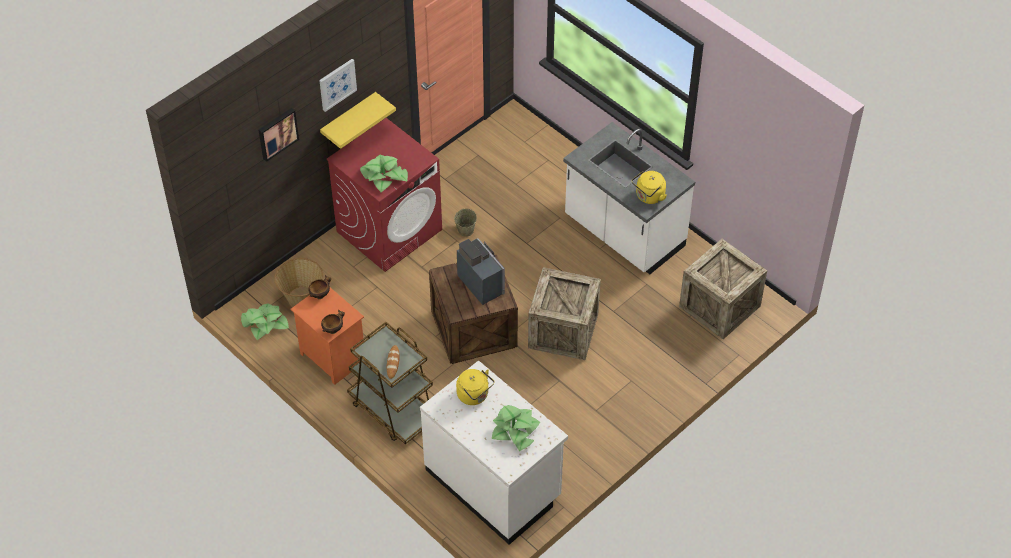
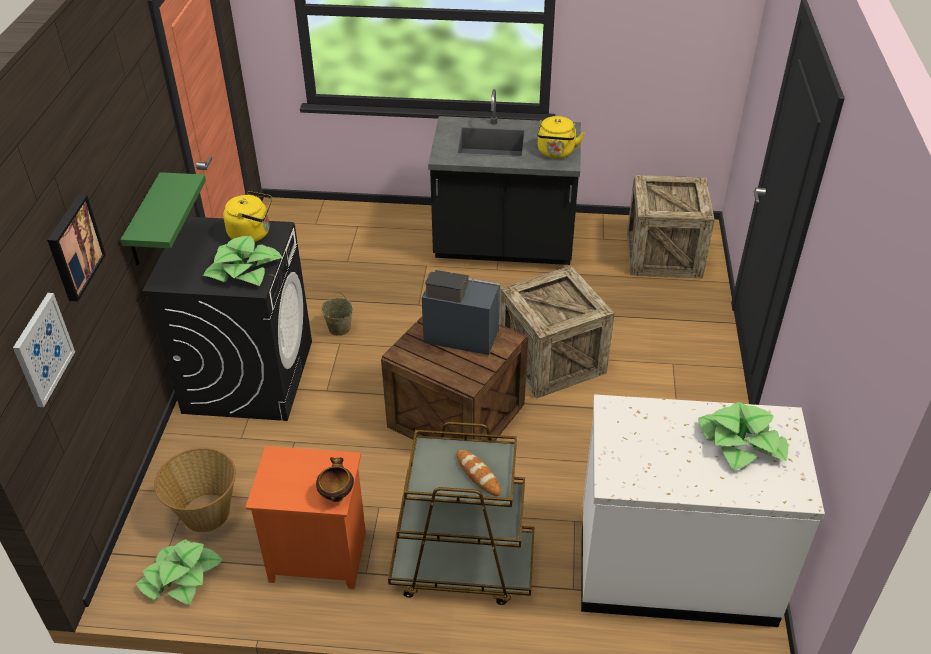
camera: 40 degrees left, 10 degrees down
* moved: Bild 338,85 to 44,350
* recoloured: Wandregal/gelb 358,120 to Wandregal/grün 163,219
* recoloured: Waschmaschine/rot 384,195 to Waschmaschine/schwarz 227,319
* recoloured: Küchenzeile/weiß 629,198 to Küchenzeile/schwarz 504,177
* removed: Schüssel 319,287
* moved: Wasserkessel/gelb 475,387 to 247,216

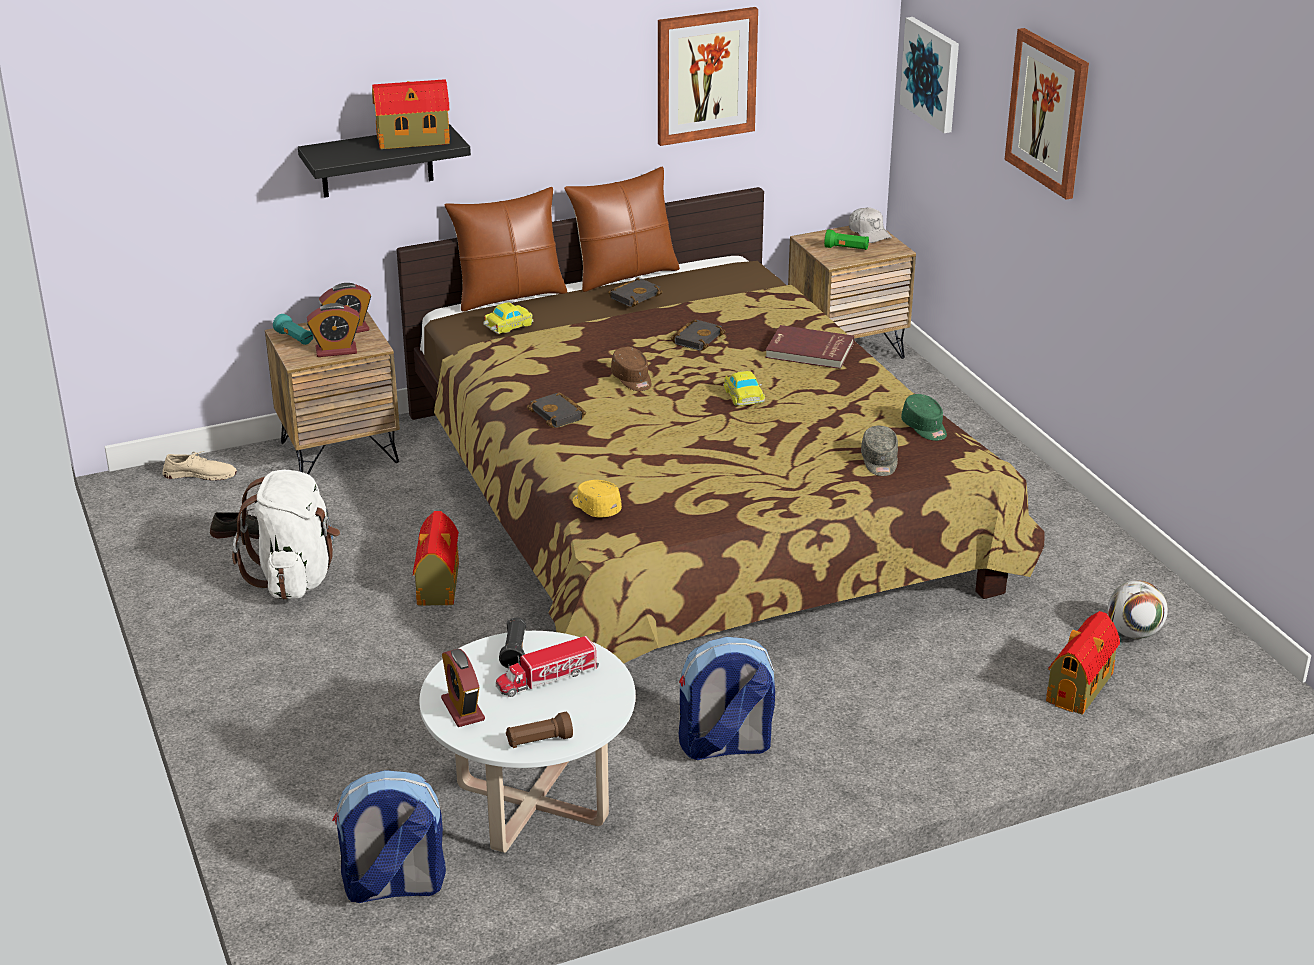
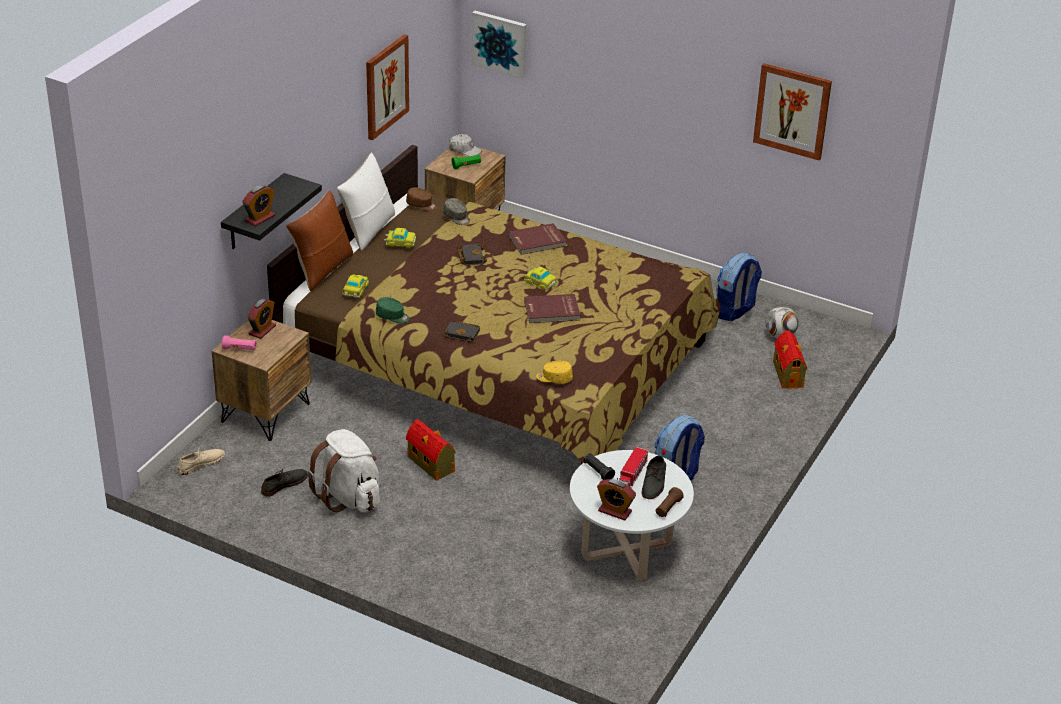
camera: 40 degrees left, 5 degrees up
* moved: Bild 1046,113 to 792,111
* removed: Spielzeughaus 411,114
* recoloured: Kissen/braun 622,229 to Kissen/weiß 366,202
* replaced: Buch/schwarz 635,292 to Spielzeugauto 400,238
* moved: Wecker 333,330 to 258,206
* recoloured: Taschenlampe/türkis 293,329 to Taschenlampe/rosa 239,343
* moved: Kappe/braun 631,369 to 421,199
* moved: Kappe/grün 924,417 to 393,310
* moved: Kappe/grau 879,450 to 456,211
* moved: Rucksack 389,836 to 739,287
* added: Buch/rot 552,308
* added: Schuh/grau 654,477

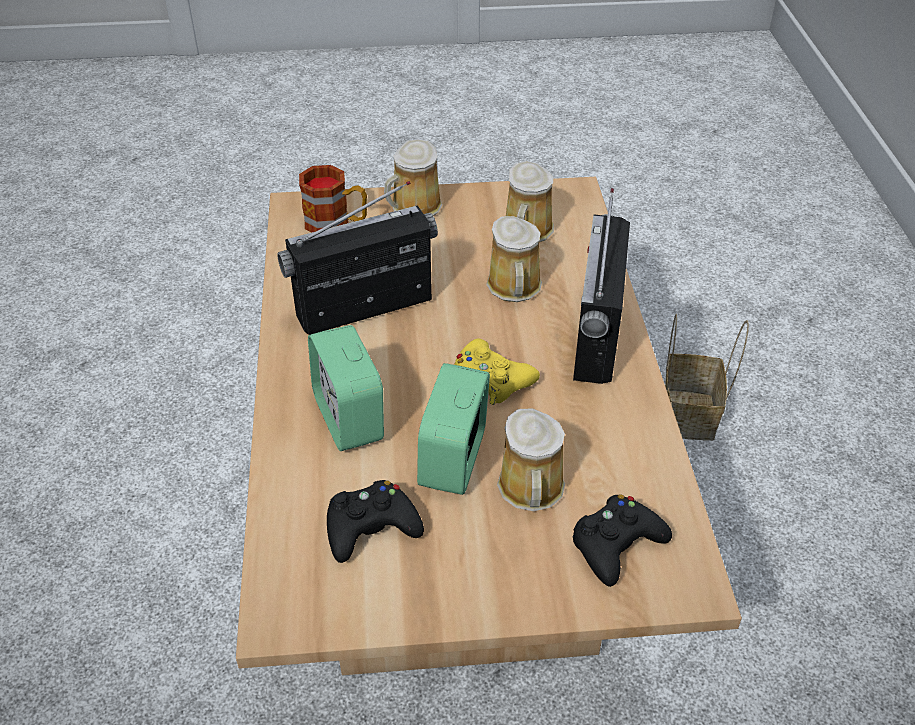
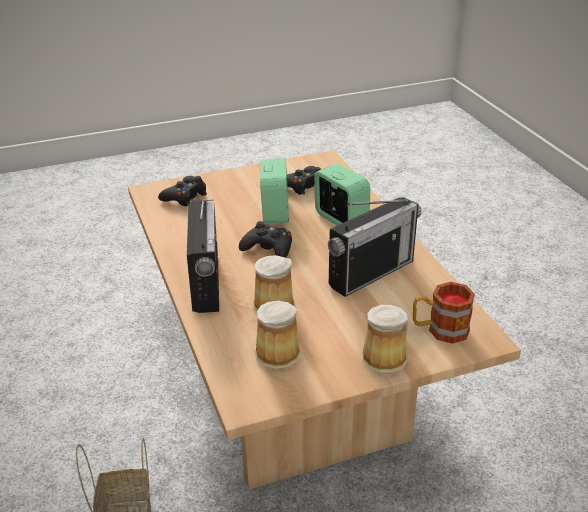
camera: 165 degrees right, 10 degrees down
* recoloured: Gamepad/gelb 497,371 to Gamepad/schwarz 265,239
* removed: Henkelbecher 531,459

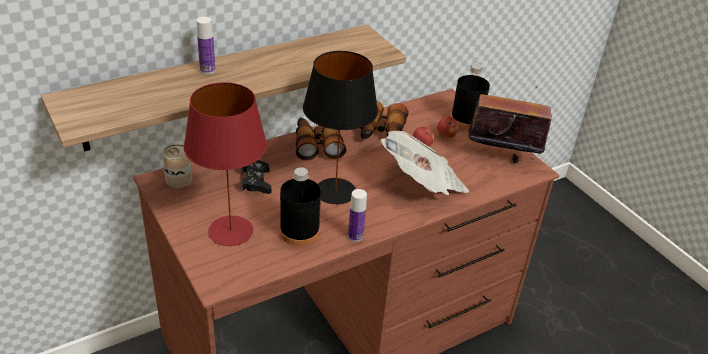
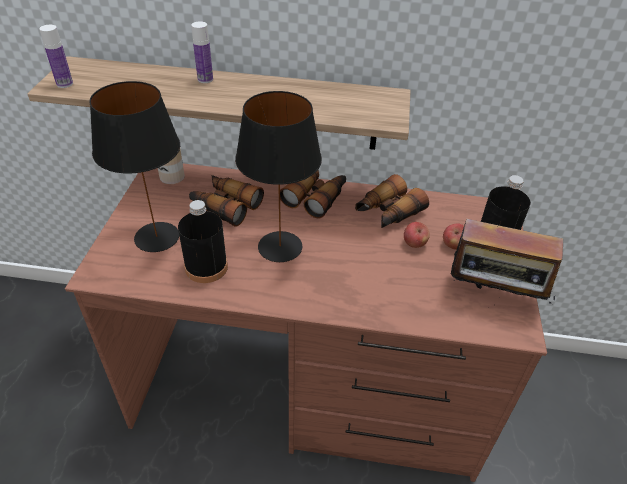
camera: 40 degrees right, 5 degrees up
* recoloured: Tischlampe/rot 225,164 to Tischlampe/schwarz 134,166
* turned: Radio 511,125 = 507,261 150 degrees clockwise
* removed: Zeitung 425,163
* replaced: Gamepad/schwarz 256,177 to Fernglas 226,201
* moved: Flasche 357,215 to 56,56

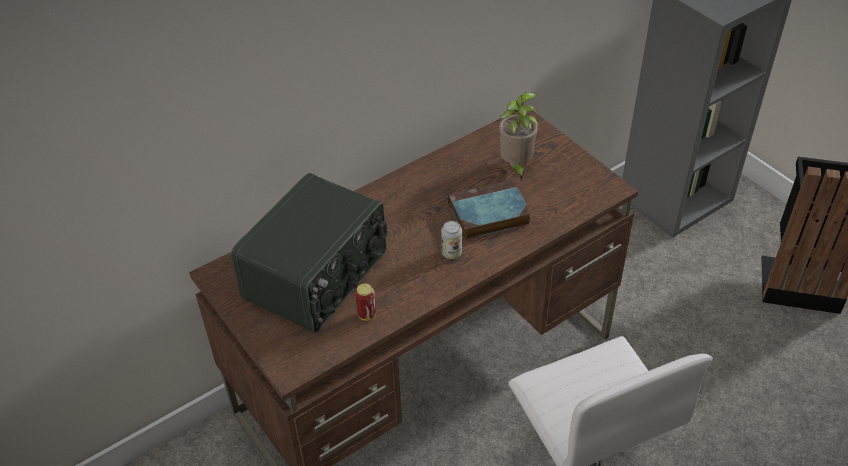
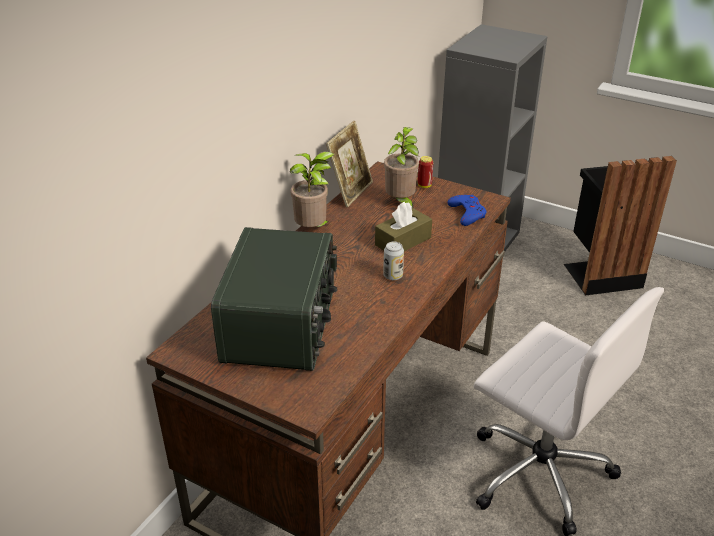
camera: 25 degrees left, 10 degrees down
* replaced: Buch 490,210 to Taschentuchbox/braun 403,226
* moved: Dose 365,302 to 425,172
* added: Bilderrahmen 349,164
* added: Topfpflanze 312,189
* added: Gamepad/blau 467,210

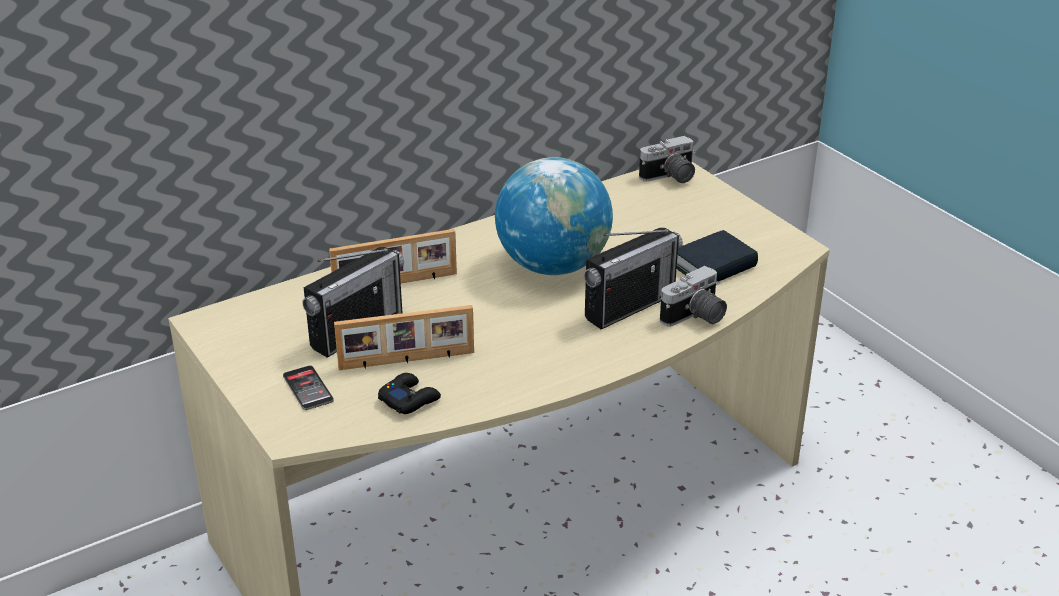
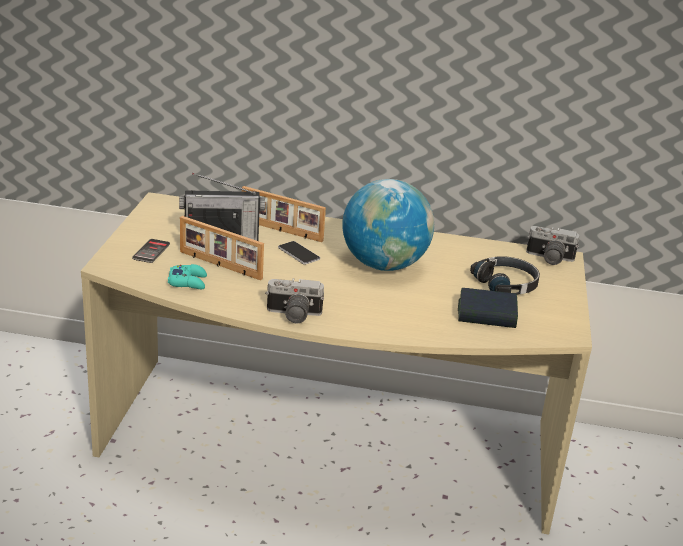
camera: 40 degrees right, 5 degrees down
* removed: Radio 633,278
* moved: Kamera 693,296 to 294,300
* recoloured: Gamepad/schwarz 409,393 to Gamepad/türkis 187,276
* added: Handy 299,253
* added: Kopfhörer/schwarz 505,275

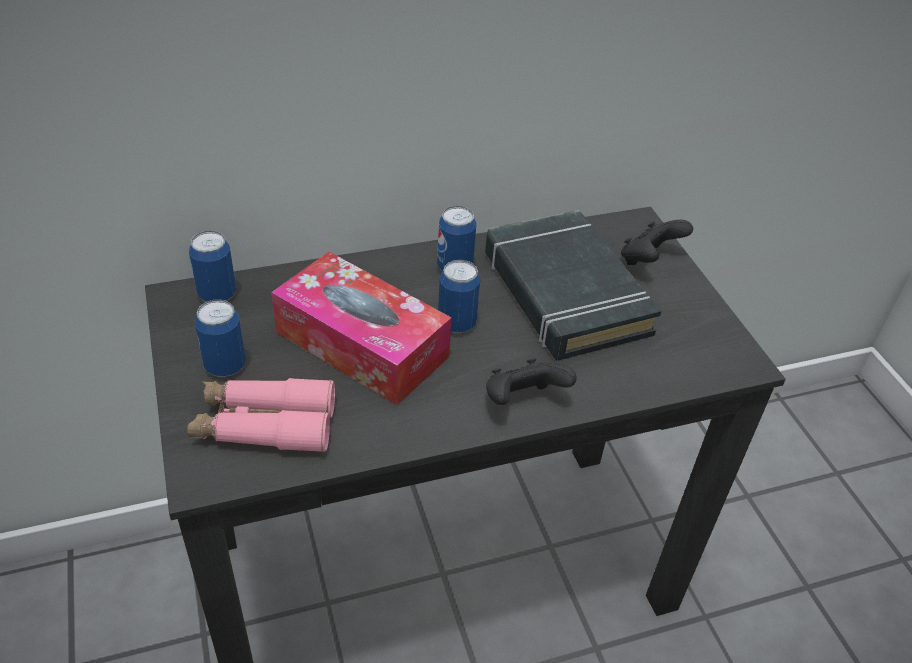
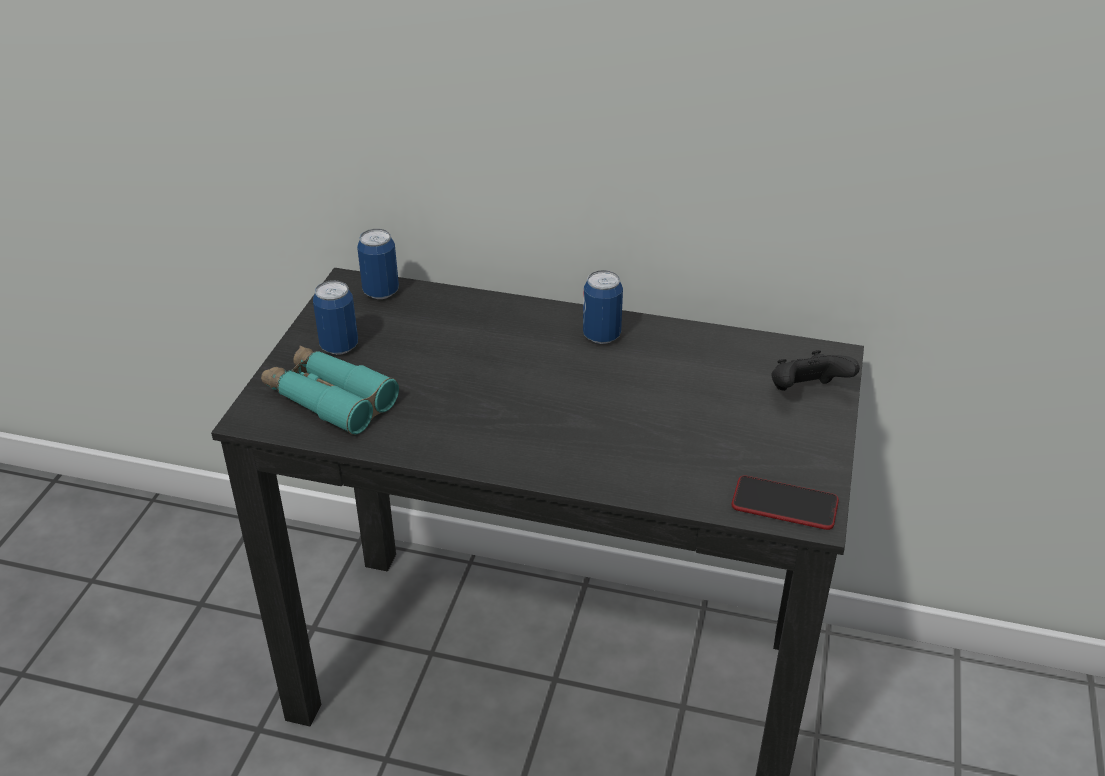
camera: 35 degrees right, 5 degrees down
* removed: Buch/schwarz 573,285
* removed: Taschentuchbox 361,328
* removed: Dose 459,296
* removed: Gamepad/schwarz 531,381
* recoloured: Fernglas/rosa 261,415 to Fernglas/türkis 330,390
* added: Handy 785,502

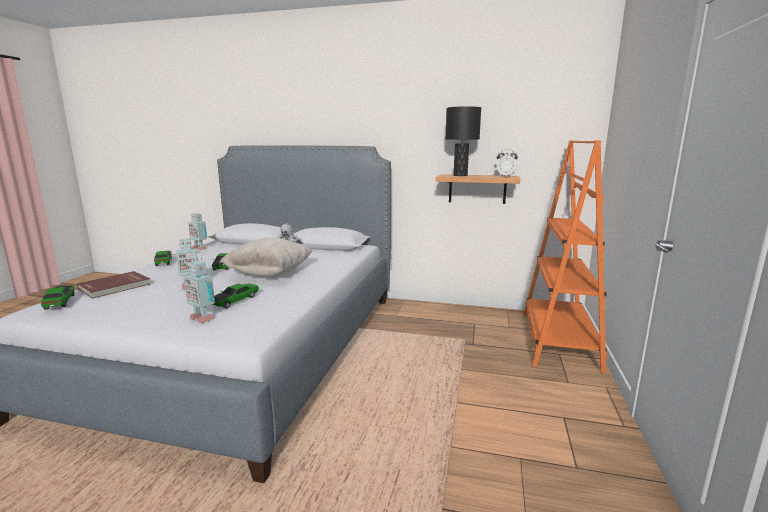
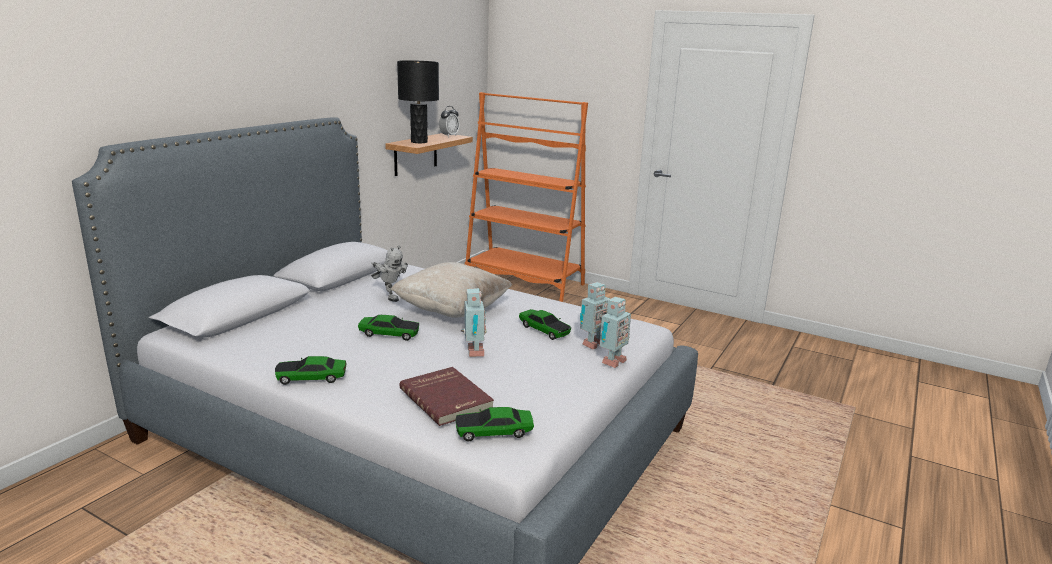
camera: 75 degrees left, 5 degrees up
* moved: Spielzeugroboter 197,231 to 615,332

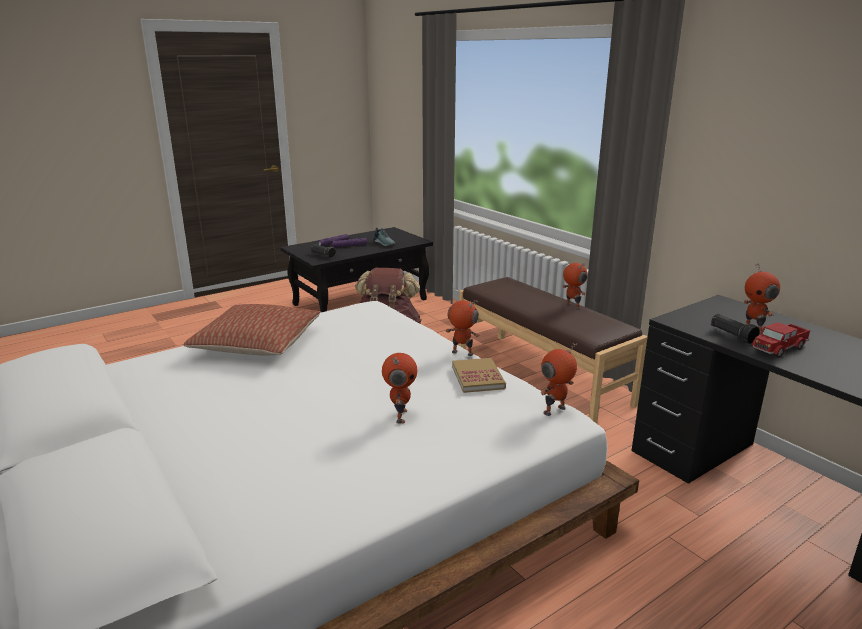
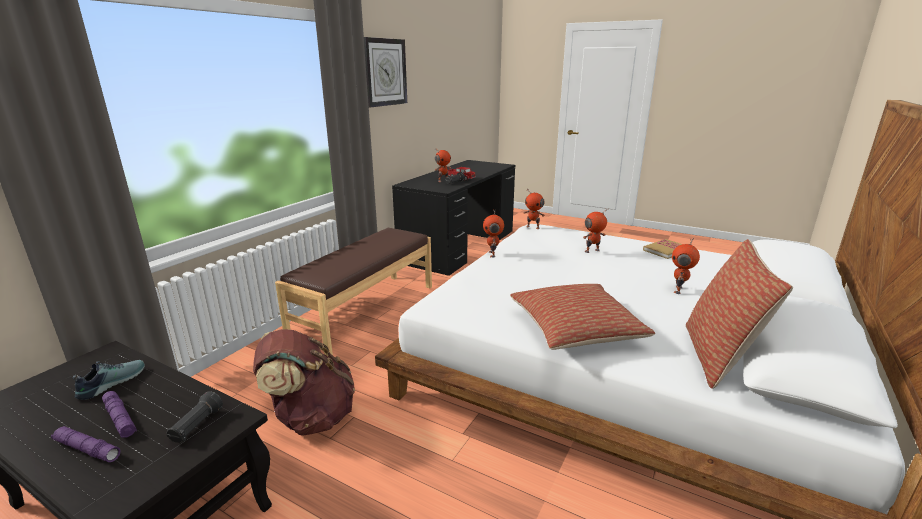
camera: 115 degrees left, 0 degrees up
* moved: Spielzeugroboter 574,286 to 686,266
* moved: Buch 479,375 to 662,249
* added: Wanduhr 385,72
* added: Kissen 739,314

